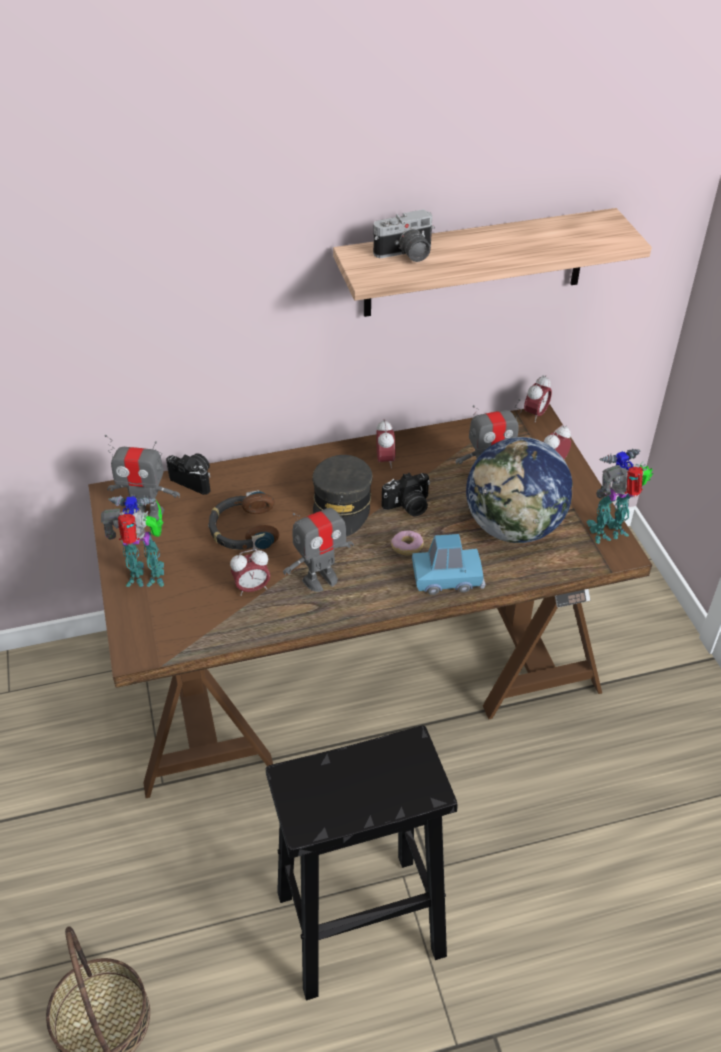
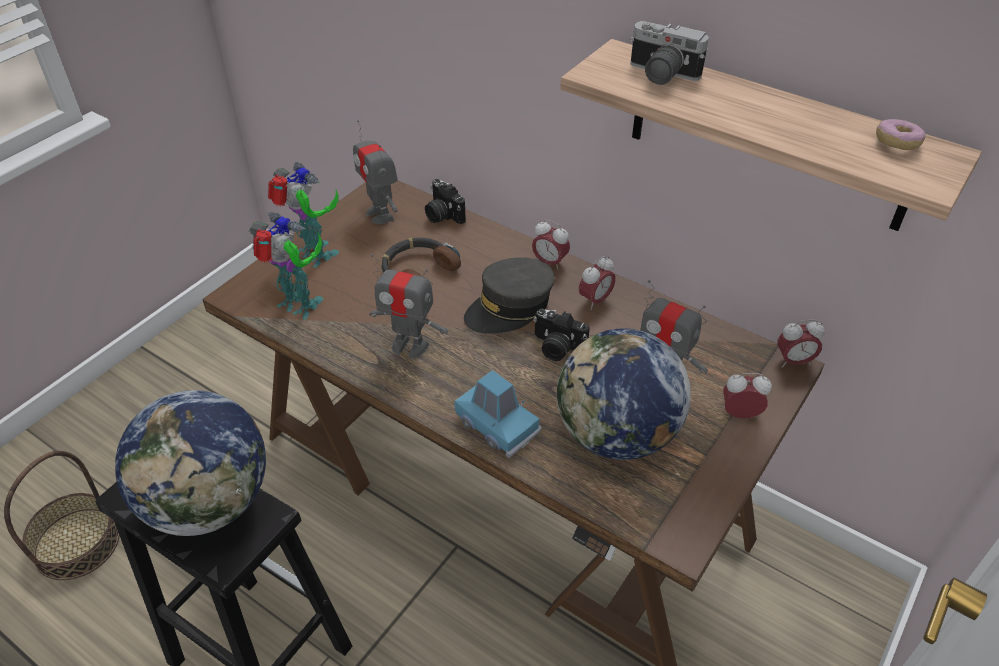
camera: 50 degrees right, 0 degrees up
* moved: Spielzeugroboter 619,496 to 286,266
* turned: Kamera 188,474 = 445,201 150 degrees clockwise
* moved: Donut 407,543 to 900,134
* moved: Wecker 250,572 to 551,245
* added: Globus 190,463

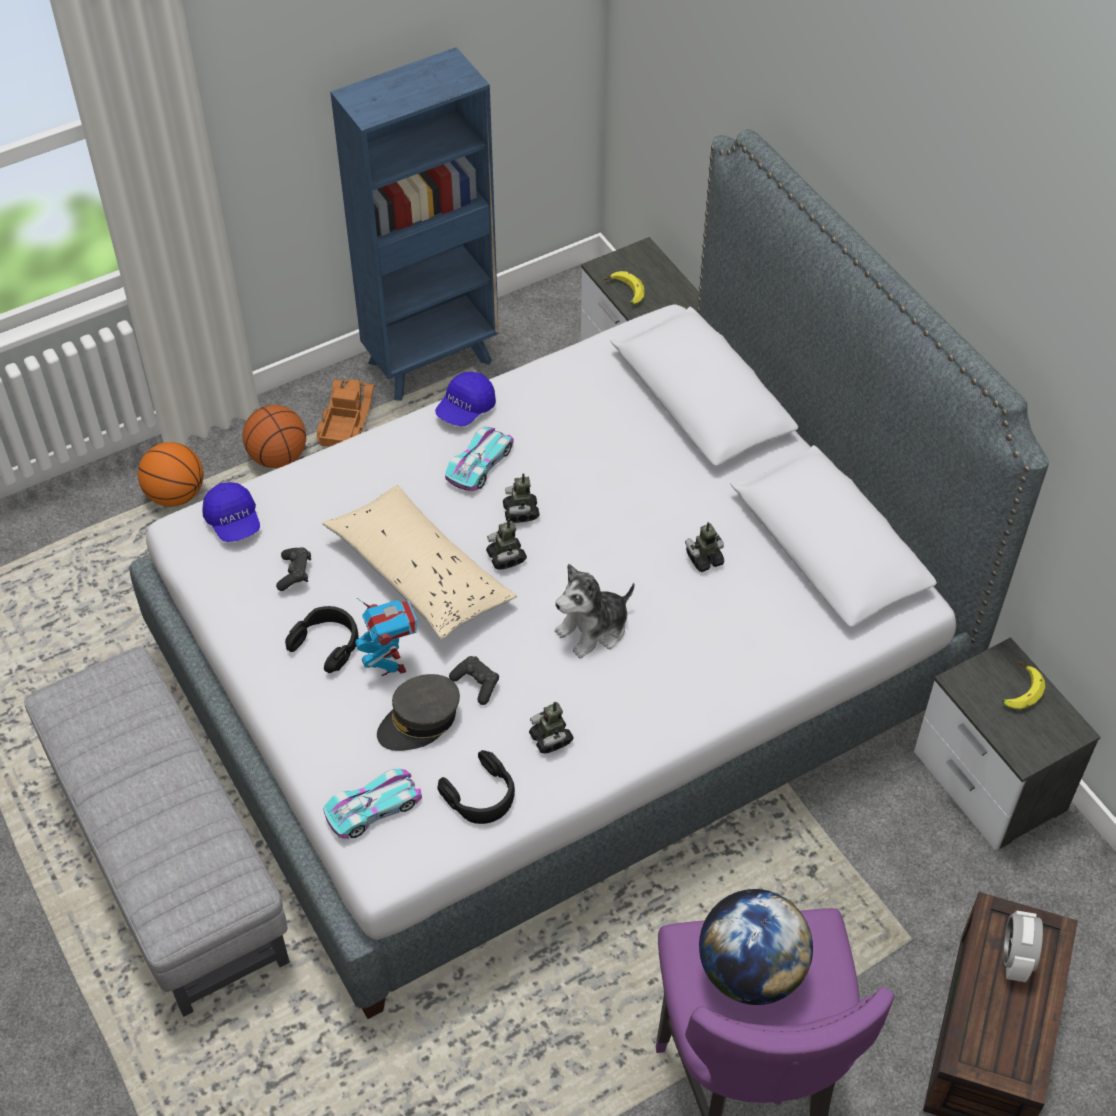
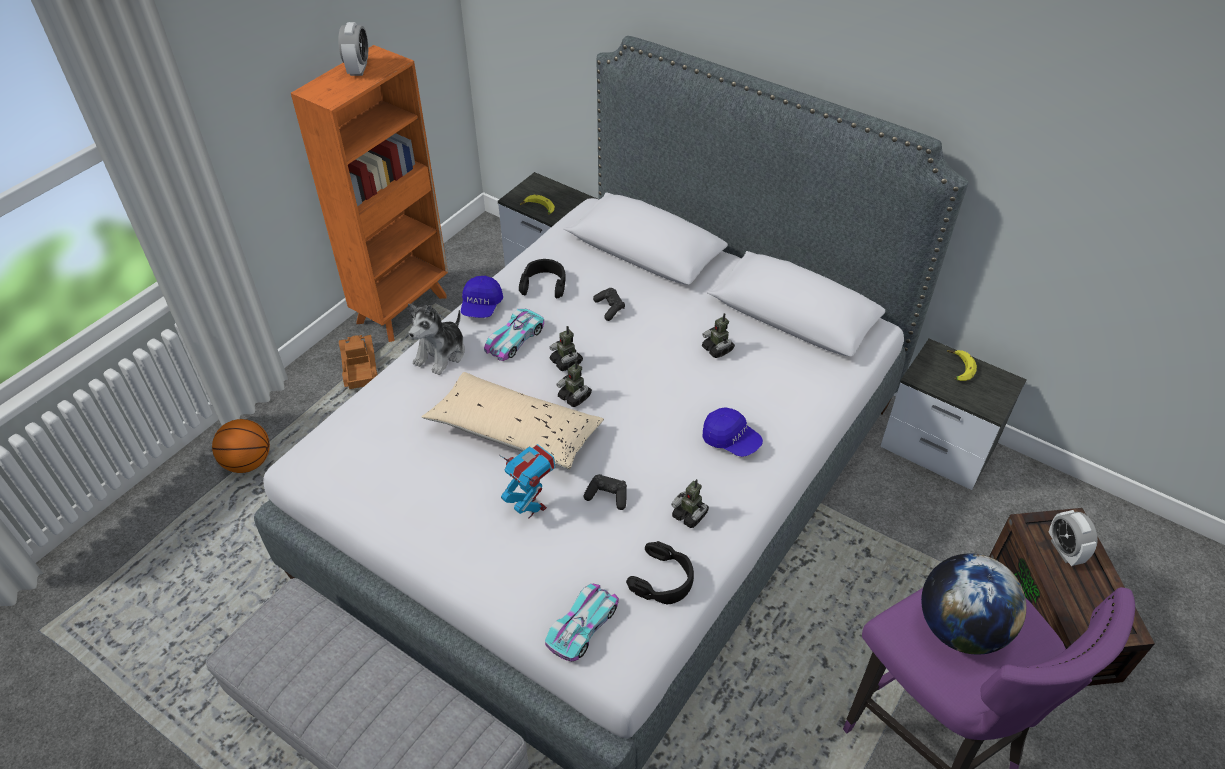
camera: 25 degrees left, 5 degrees down
* recoloured: Bücherregal/blau 414,224 to Bücherregal/orange 369,193
* removed: Basketball 274,436
* turned: Spielzeugauto 479,458 = 514,334 150 degrees counterclockwise
* moved: Kappe/blau 231,512 to 733,432
* turned: Spielzeugroboter 704,547 = 718,335 75 degrees counterclockwise
* moved: Gamepad/schwarz 293,569 to 609,304
* moved: Plüschtier 595,611 to 436,339
* moved: Kopfhörer/schwarz 321,639 to 542,279
* removed: Kappe/grau 418,712
* added: Wecker 353,49

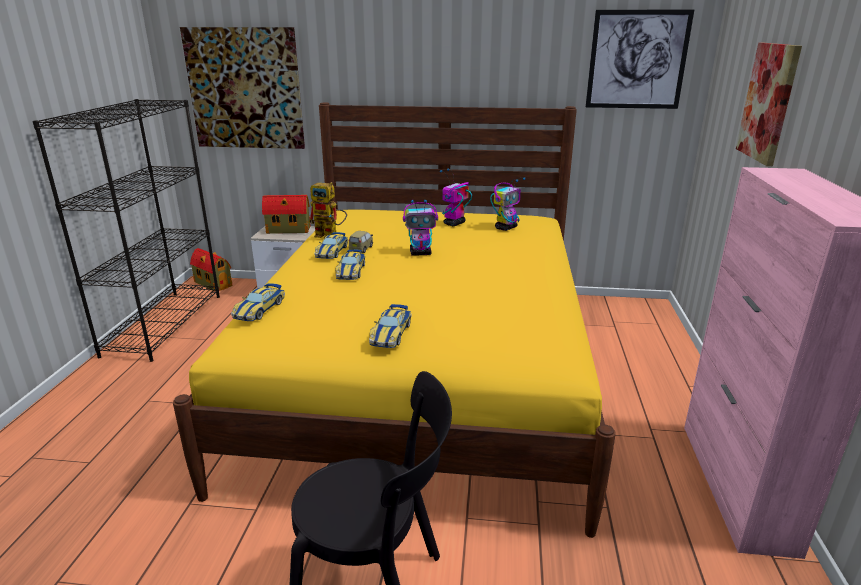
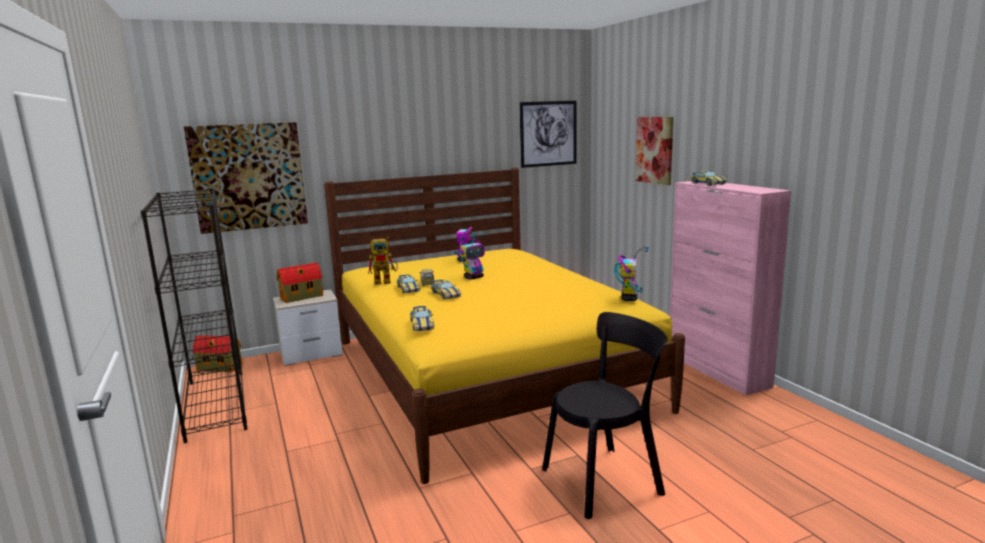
camera: 30 degrees left, 10 degrees down
* moved: Spielzeugroboter 507,204 to 631,274
* moved: Spielzeugauto 390,326 to 708,178

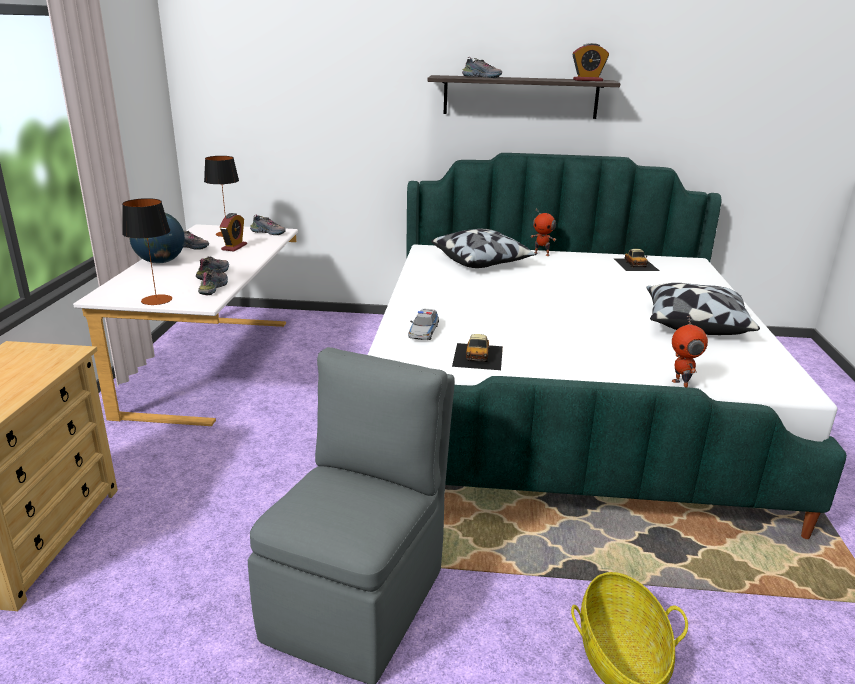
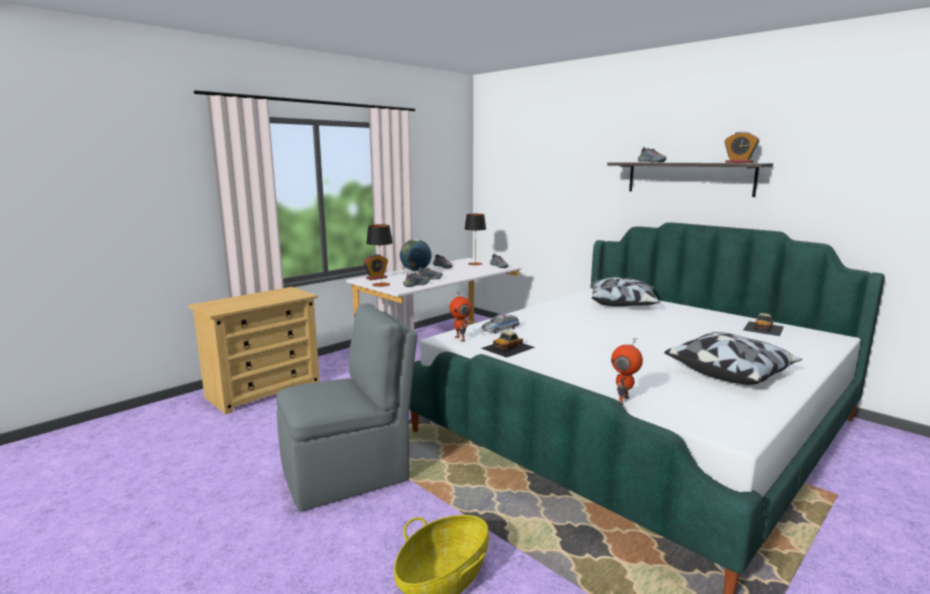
camera: 40 degrees right, 10 degrees down
* moved: Spielzeugroboter 543,232 to 460,316
* moved: Wecker 233,232 to 376,267

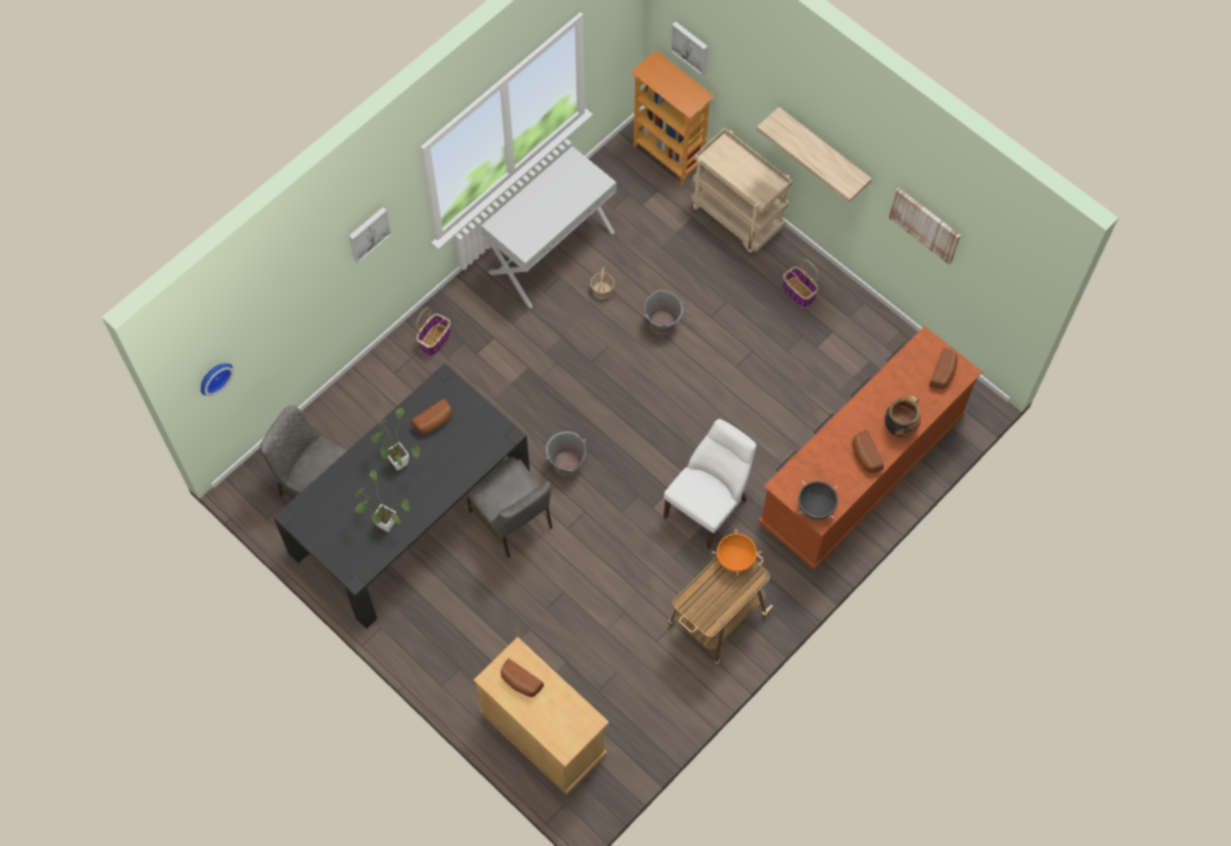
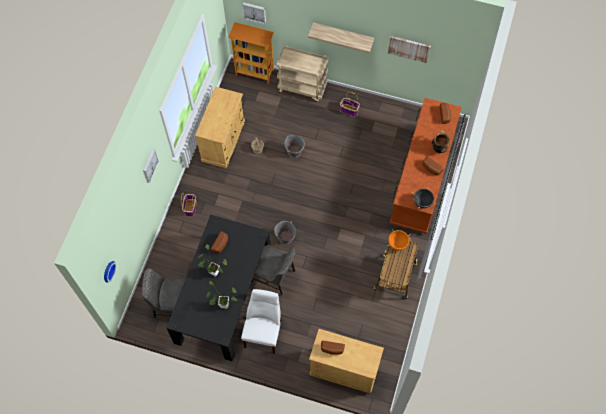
camera: 25 degrees left, 0 degrees up
* replaced: Konsolentisch/weiß 549,227 to Schrank/beige 220,127
* moved: Stuhl/weiß 710,484 to 261,321

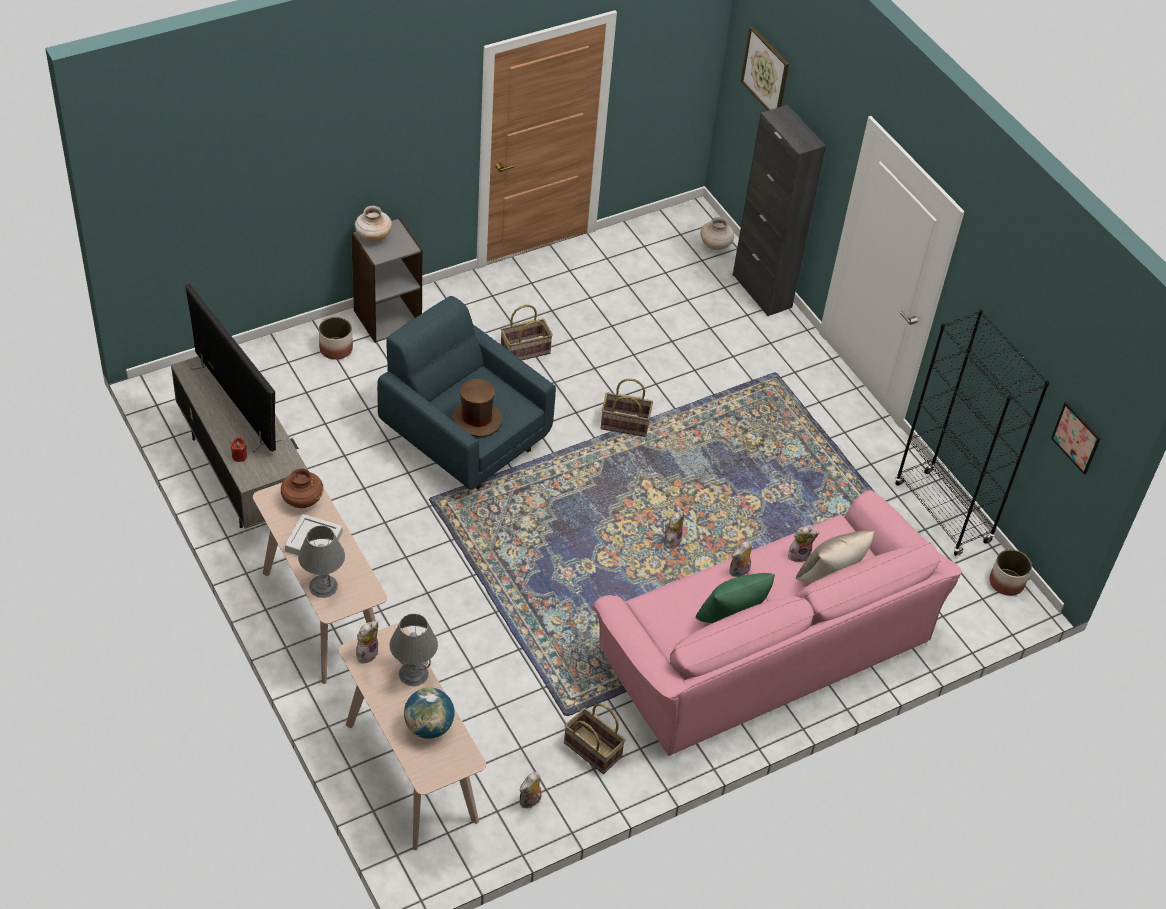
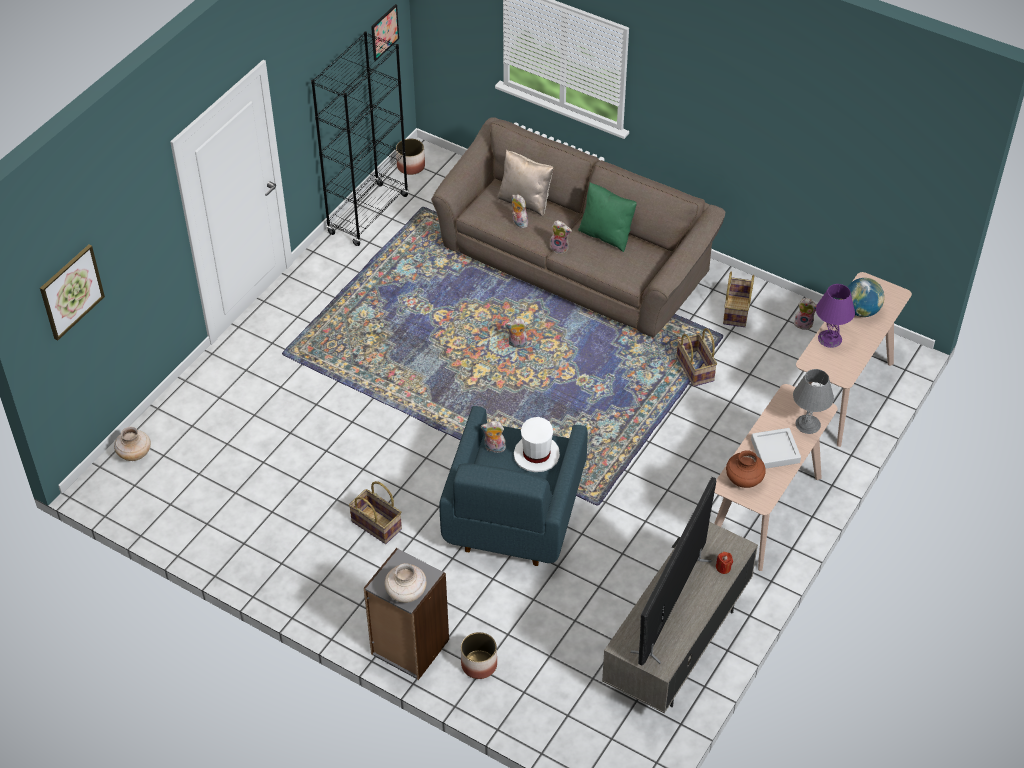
camera: 115 degrees left, 0 degrees up
* removed: Schrank/schwarz 779,210
* recoloured: Hut/braun 477,408 to Hut/weiß 537,444
* moved: Korb 627,408 to 697,357
* recoloured: Sofa/rosa 777,623 to Sofa/braun 578,227
* recoloured: Tischlampe/grau 414,650 to Tischlampe/lila 835,316
* moved: Plüschtier 367,642 to 493,437

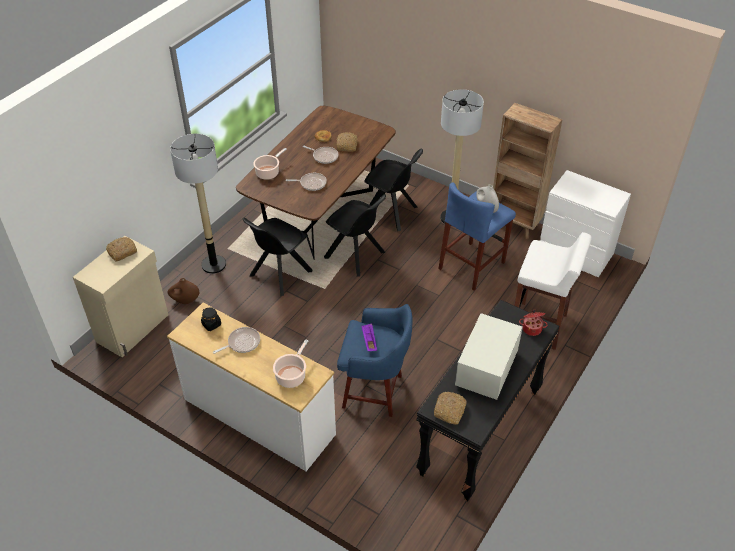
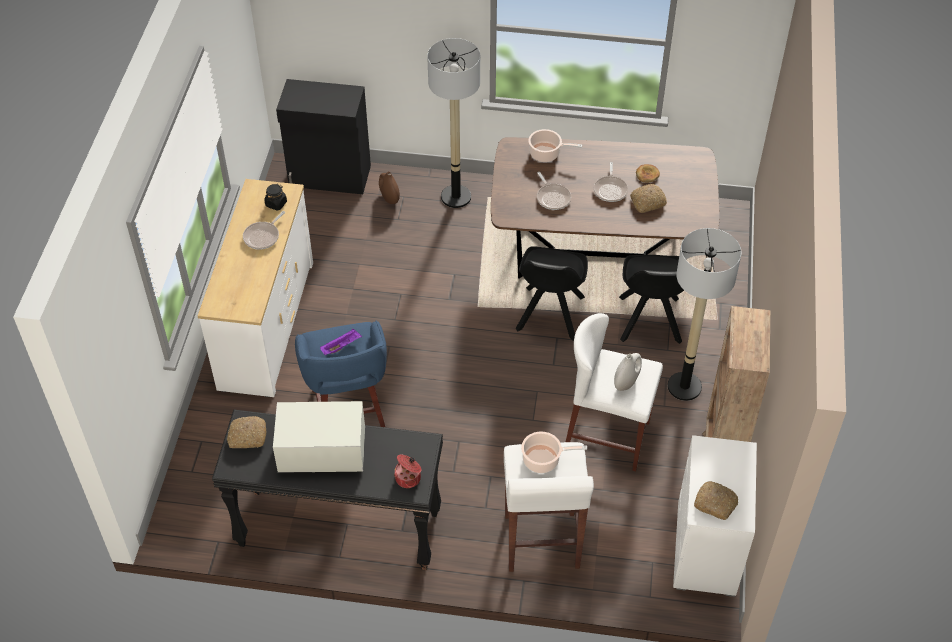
camera: 65 degrees right, 5 degrees up
* recoloured: Hocker/blau 477,236 to Hocker/weiß 614,392
* removed: Stuhl/schwarz 277,257
* recoloured: Schrank/beige 120,296 to Schrank/schwarz 323,136
* moved: Brot 121,249 to 716,500
* turned: Pfanne 236,340 = 264,230 90 degrees clockwise
* moved: Kochtopf 290,363 to 554,452

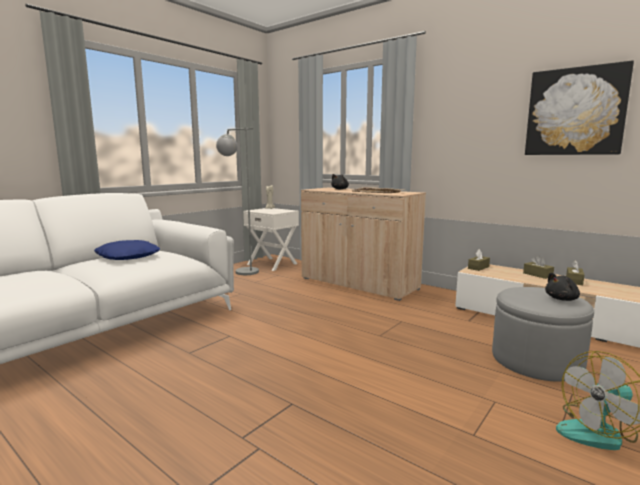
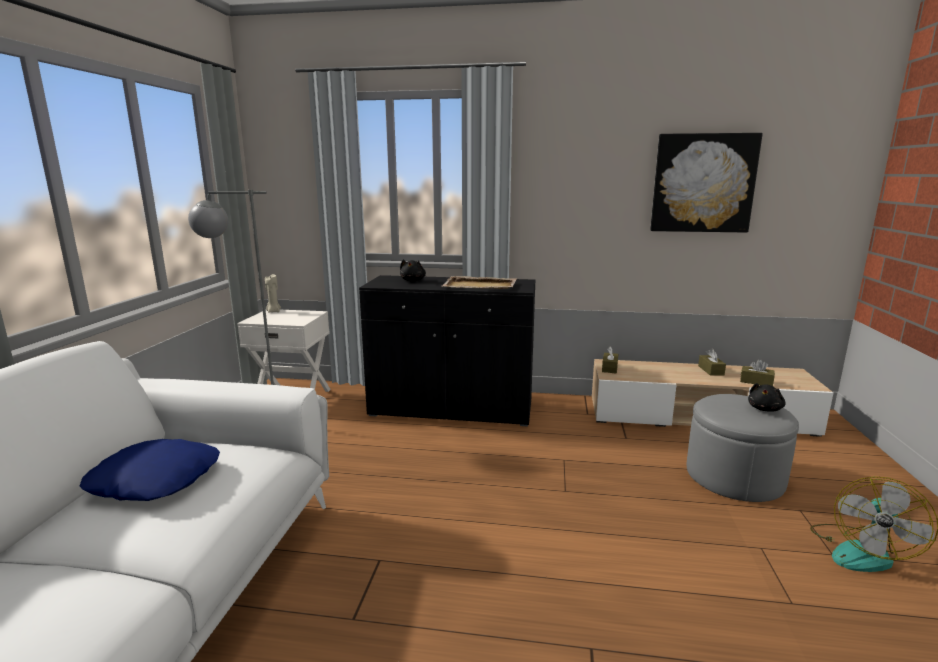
camera: 30 degrees left, 5 degrees up
* recoloured: Schrank/beige 363,244 to Schrank/schwarz 447,350
* moved: Taschentuchbox/braun 538,267 to 757,372

